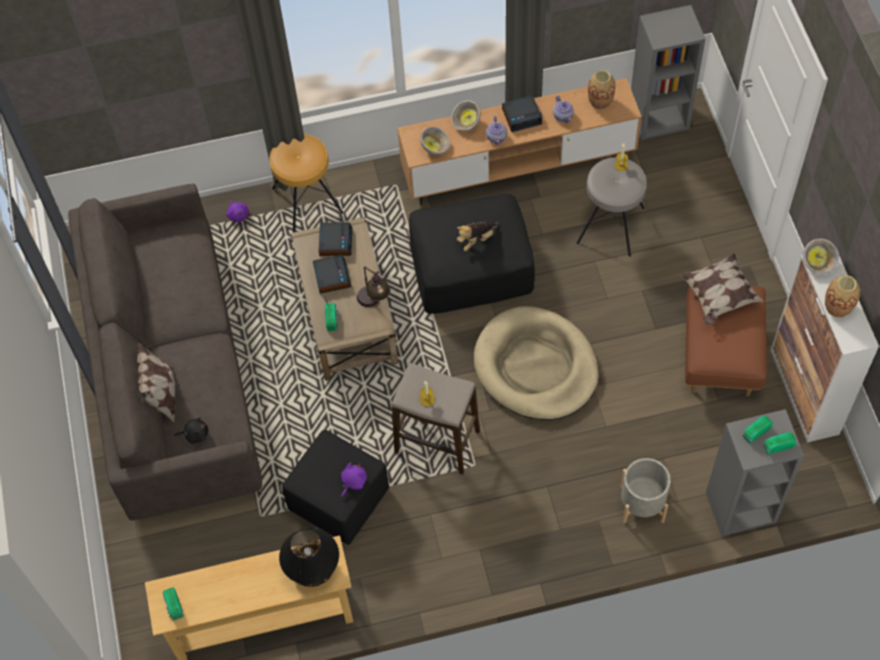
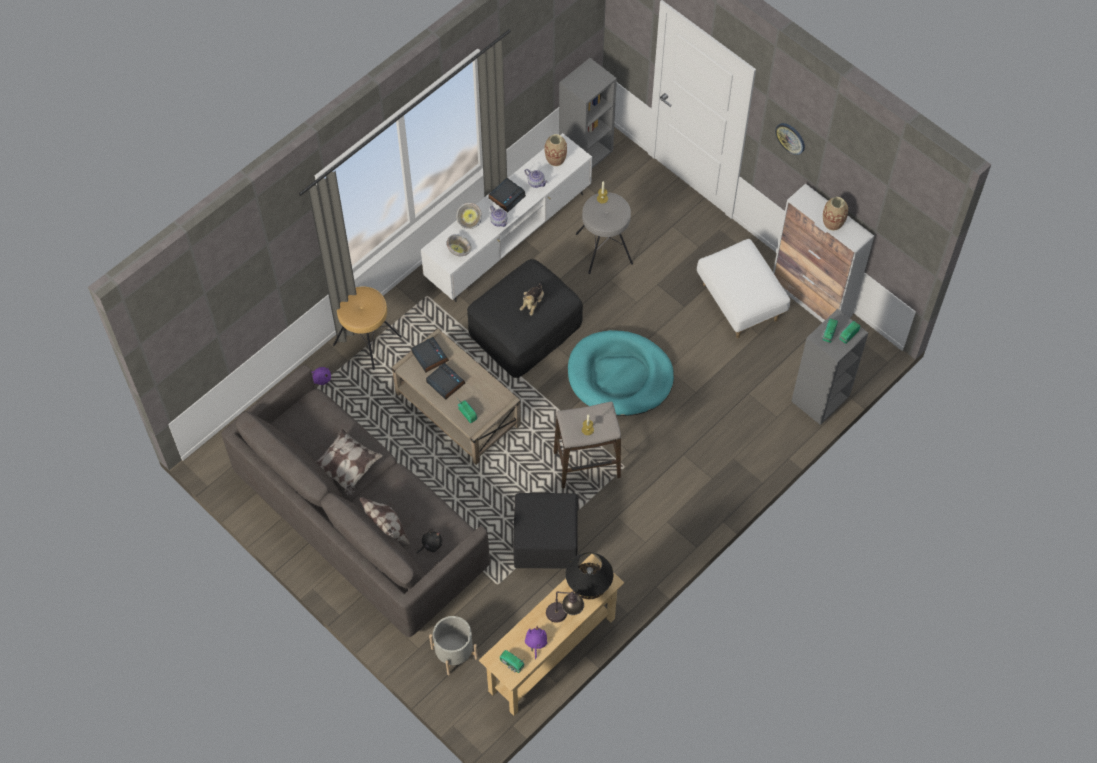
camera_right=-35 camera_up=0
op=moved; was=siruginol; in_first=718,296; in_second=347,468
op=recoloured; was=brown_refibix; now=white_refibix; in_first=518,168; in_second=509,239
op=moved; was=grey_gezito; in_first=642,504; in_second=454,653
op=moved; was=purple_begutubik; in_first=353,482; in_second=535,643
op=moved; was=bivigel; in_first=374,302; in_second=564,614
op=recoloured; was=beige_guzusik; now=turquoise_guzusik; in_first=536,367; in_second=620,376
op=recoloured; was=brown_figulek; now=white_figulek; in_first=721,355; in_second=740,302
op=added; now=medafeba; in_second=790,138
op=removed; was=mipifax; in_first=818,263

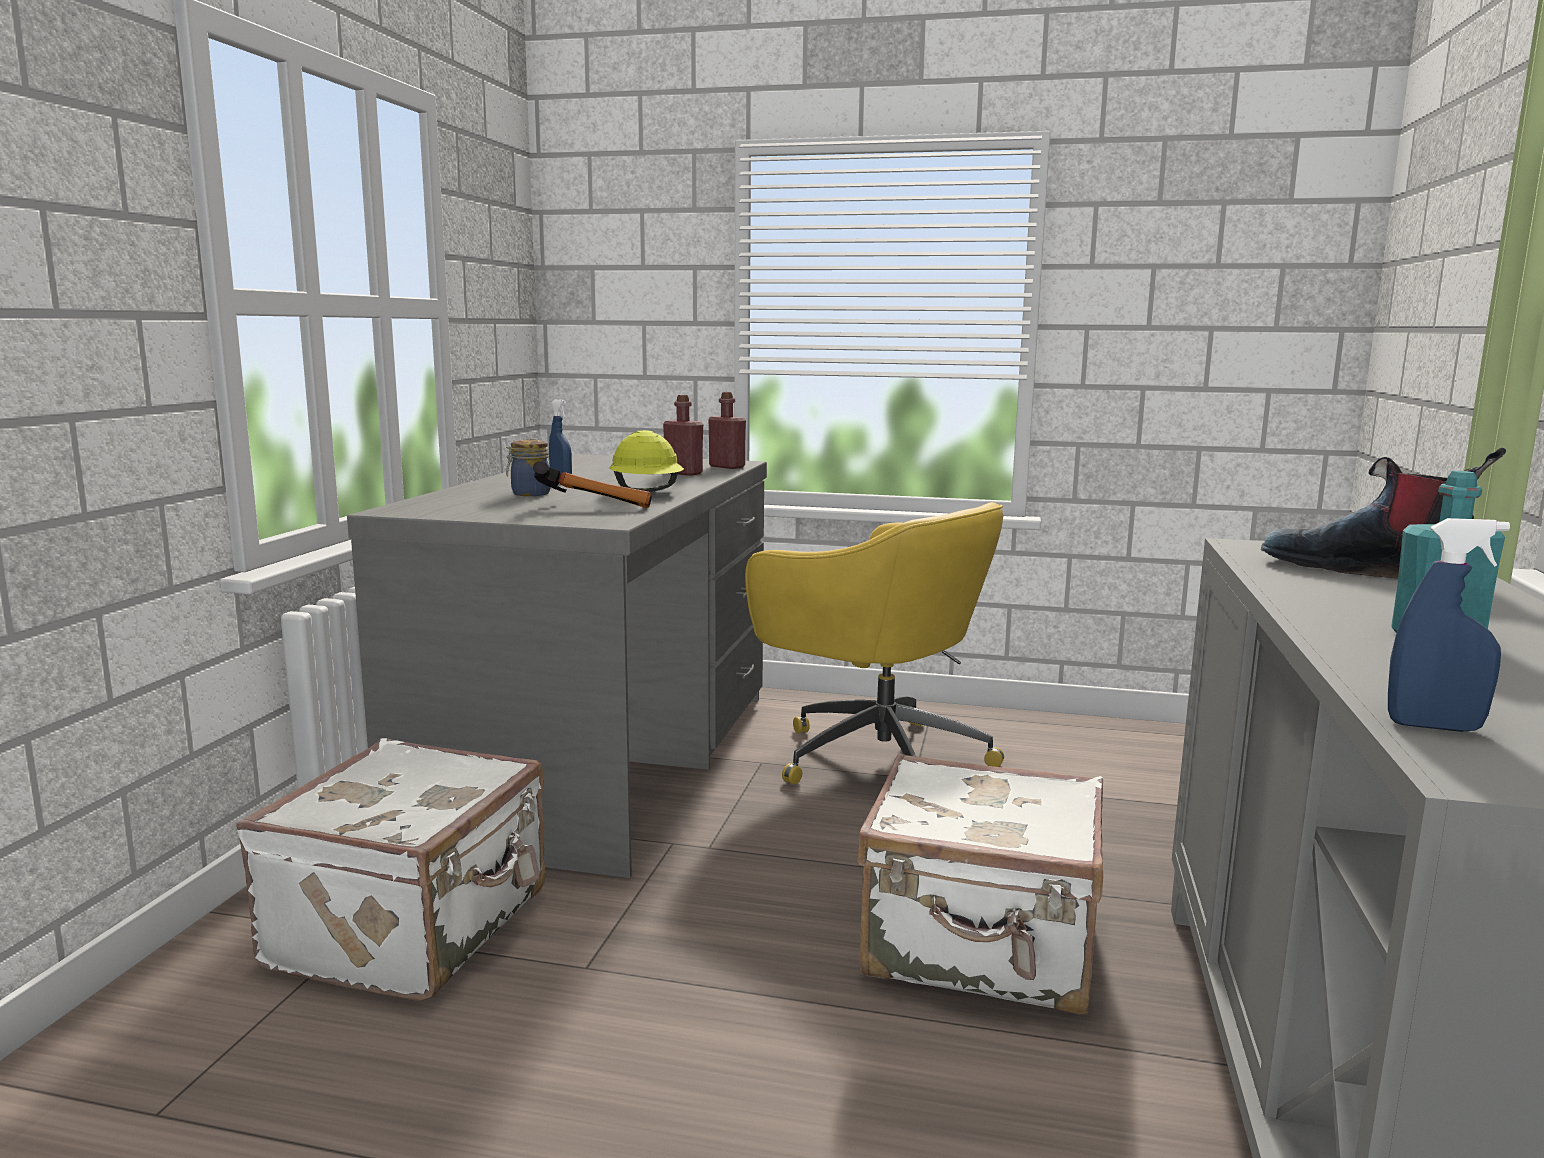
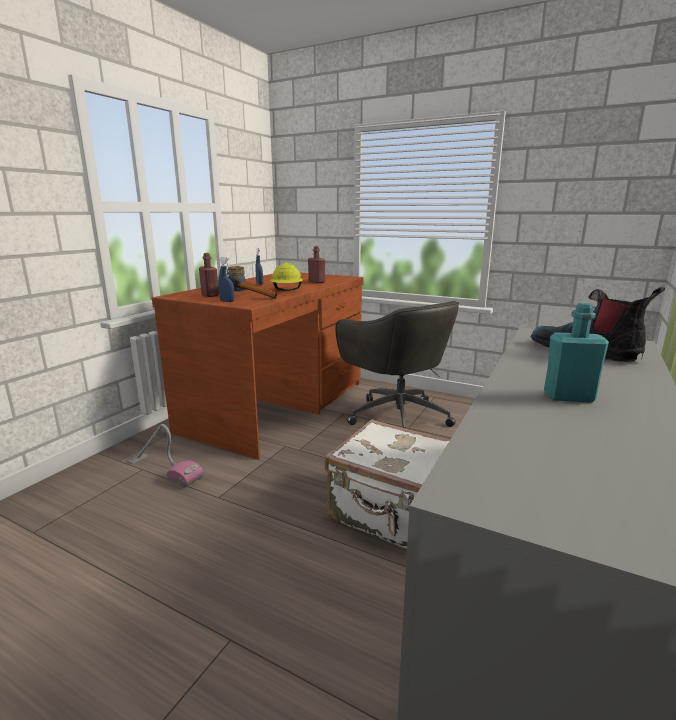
camera_right=15 camera_up=5
op=replaced; was=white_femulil; now=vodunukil; in_first=415,929; in_second=164,470
op=recoloured; was=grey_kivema; now=brown_kivema; in_first=603,761; in_second=277,406
op=moved; was=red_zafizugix; in_first=727,467; in_second=210,295
op=moved; was=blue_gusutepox; in_first=1434,726; in_second=227,301
op=recoloured; was=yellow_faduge; now=grey_faduge; in_first=876,757; in_second=396,416

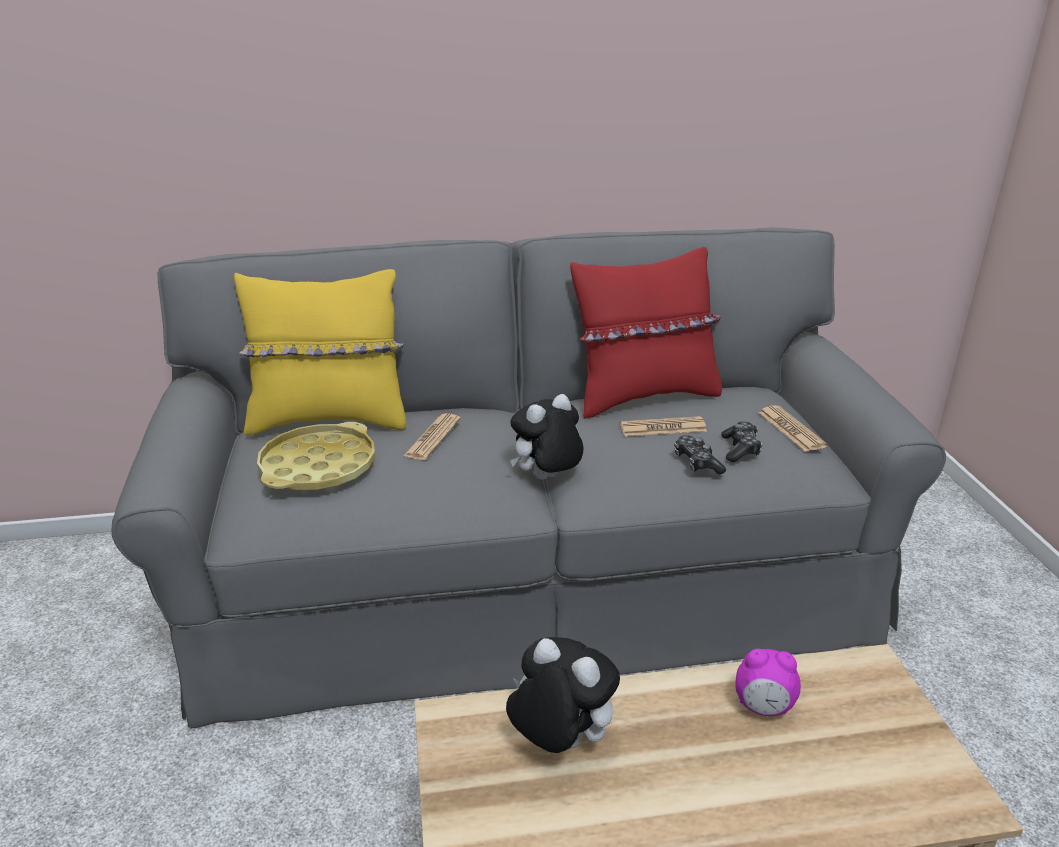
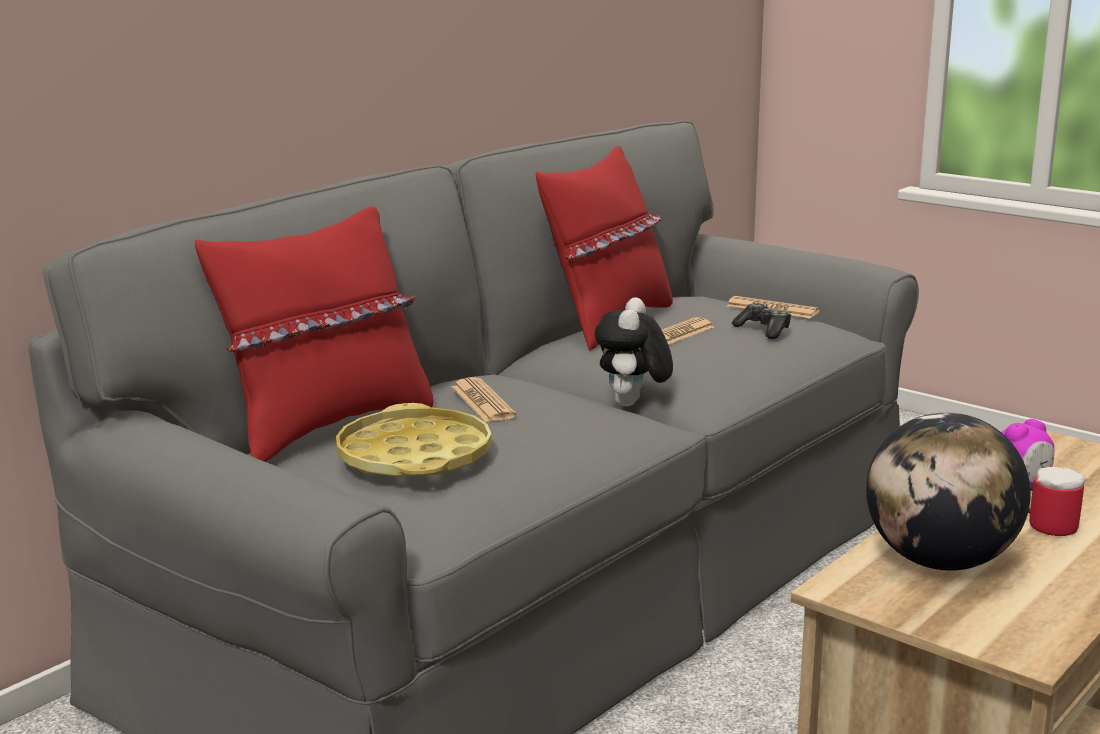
camera_right=-40 camera_up=-10
op=recoloured; was=yellow_siruginol; now=red_siruginol; in_first=329,420; in_second=328,427
op=replaced; was=begutubik; now=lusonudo; in_first=559,742; in_second=940,561
op=added; now=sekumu; in_second=1046,525
op=removed; was=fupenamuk; in_first=697,463

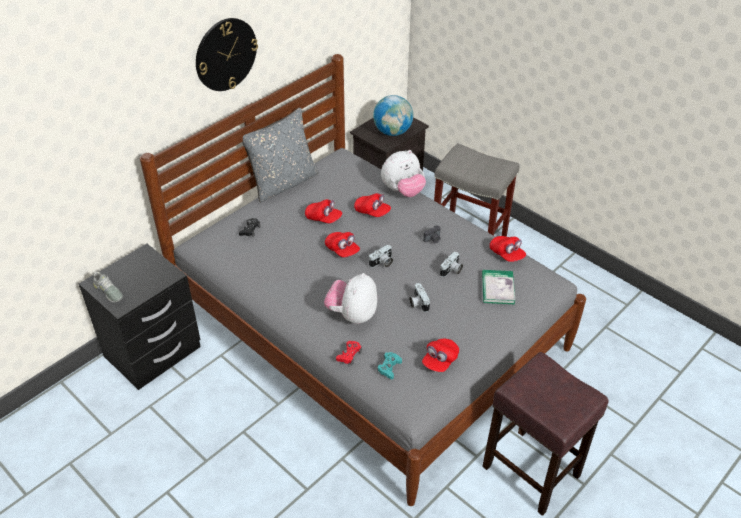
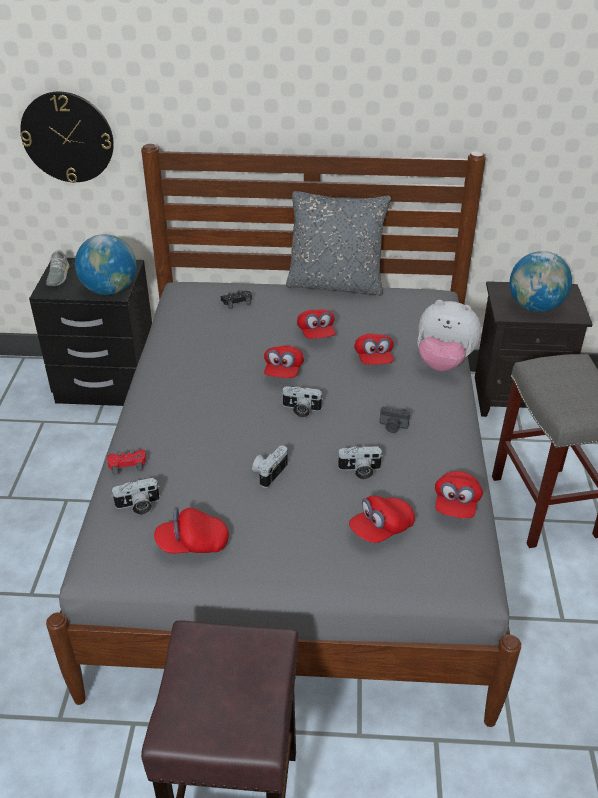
camera_right=50 camera_up=-5
op=moved; was=medafeba; in_first=225,54; in_second=67,137
op=added; now=lusonudo; in_second=110,290
op=replaced; was=turquoise_fupenamuk; now=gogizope; in_first=389,367; in_second=138,506
op=replaced; was=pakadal; now=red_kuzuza; in_first=497,288; in_second=381,529
op=removed; was=begutubik; in_first=352,314

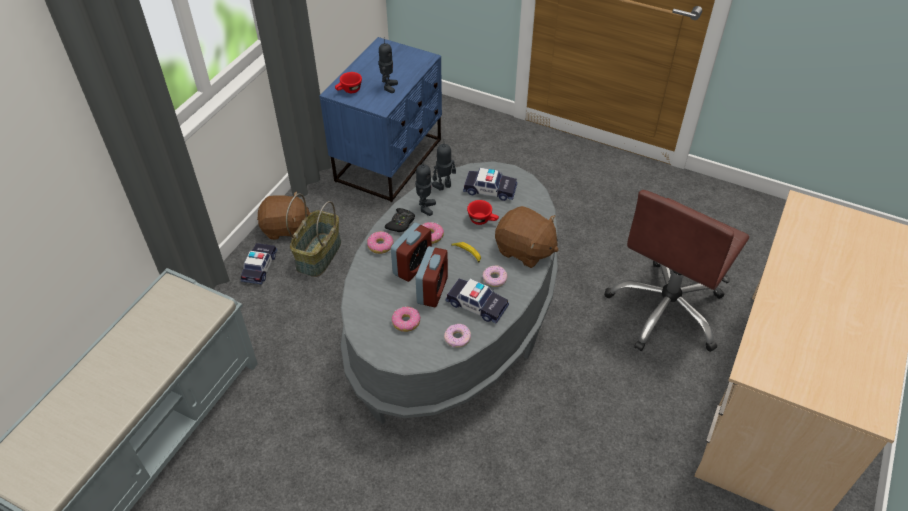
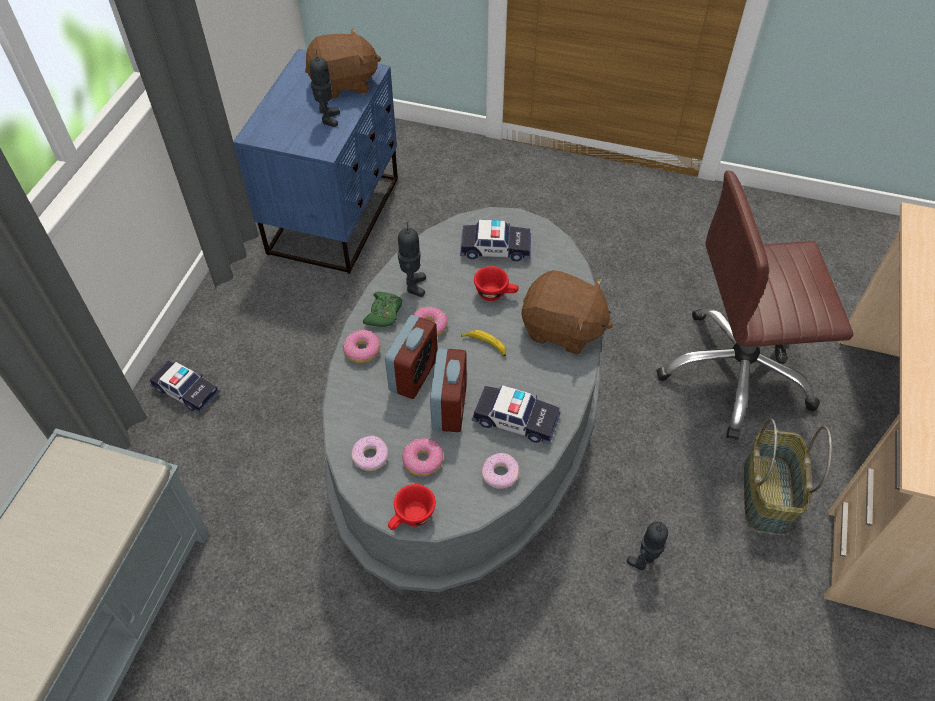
camera_right=-10 camera_up=5
op=turned; was=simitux; in_first=259,267; in_second=186,391; clockwise=120
op=moved; was=brown_begutubik; in_first=286,228; in_second=344,84
op=moved; was=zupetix; in_first=494,279; in_second=370,457
op=recoloured; was=black_fupenamuk; now=green_fupenamuk; in_first=401,223; in_second=384,313
op=moved; was=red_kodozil; in_first=349,91; in_second=411,518
op=moved; was=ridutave; in_first=444,186; in_second=644,561
op=turned; was=brown_faduge; in_first=666,310; in_second=736,373; clockwise=60
op=moved; was=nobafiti; in_first=318,254; in_second=766,493

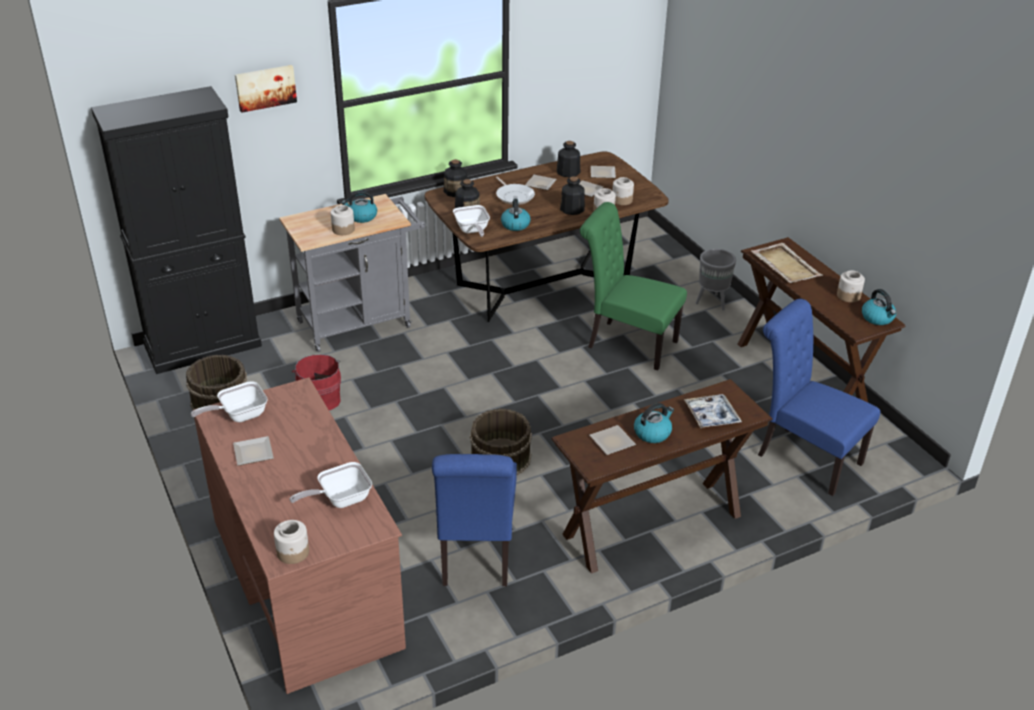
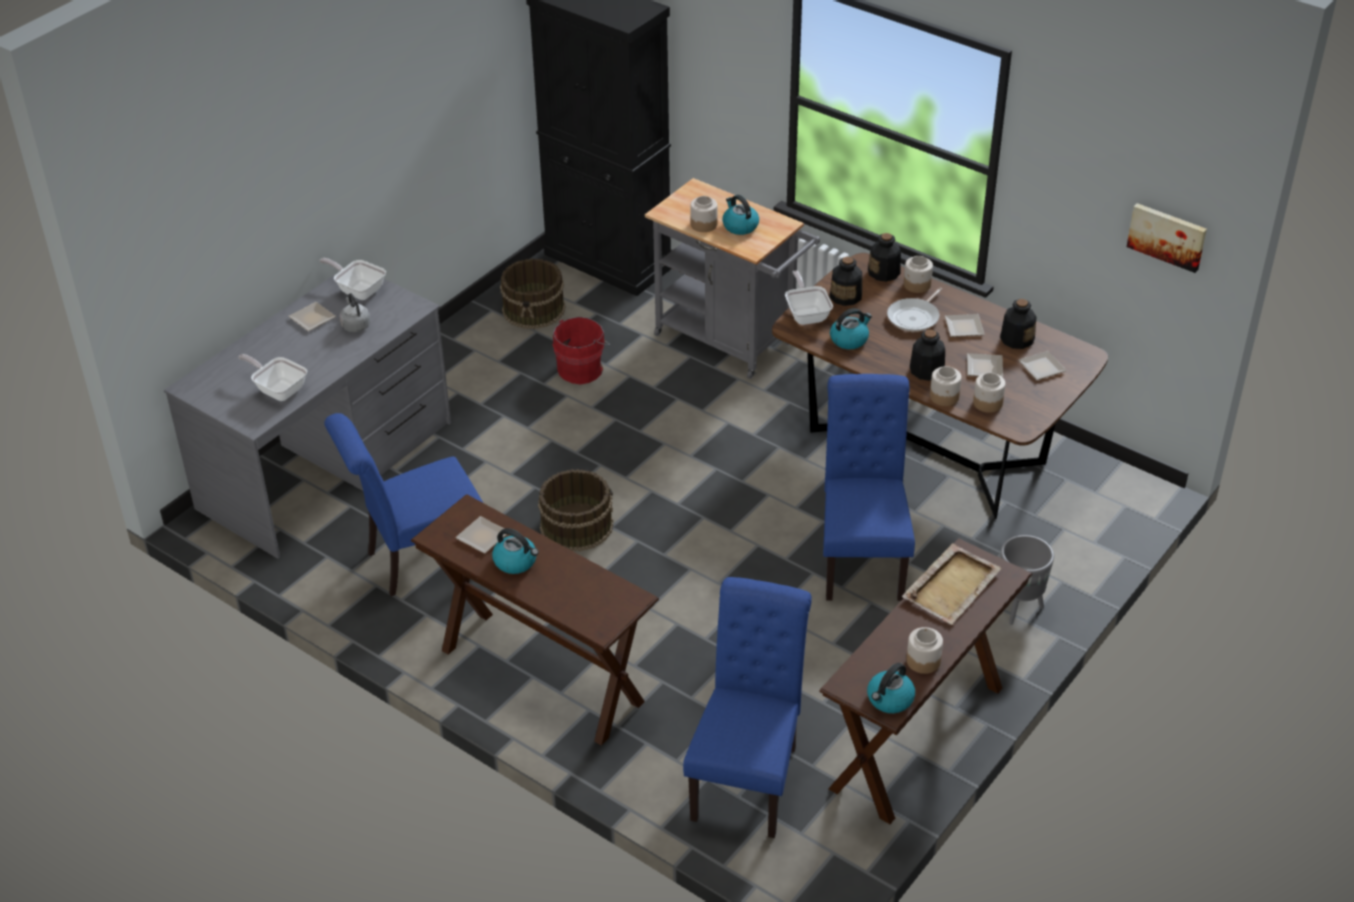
camera_right=65 camera_up=5
op=recoloured; was=brown_kivema; now=grey_kivema; in_first=306,580; in_second=327,465
op=added; now=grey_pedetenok; in_second=355,325
op=turned; was=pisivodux; in_first=472,231; in_second=807,314; clockwise=120
op=recoloured; was=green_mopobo; now=blue_mopobo; in_first=627,343; in_second=861,557
op=moved; was=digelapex; in_first=293,552; in_second=917,285
op=moved; was=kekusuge; in_first=265,87; in_second=1167,236
op=removed; was=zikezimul; in_first=711,416

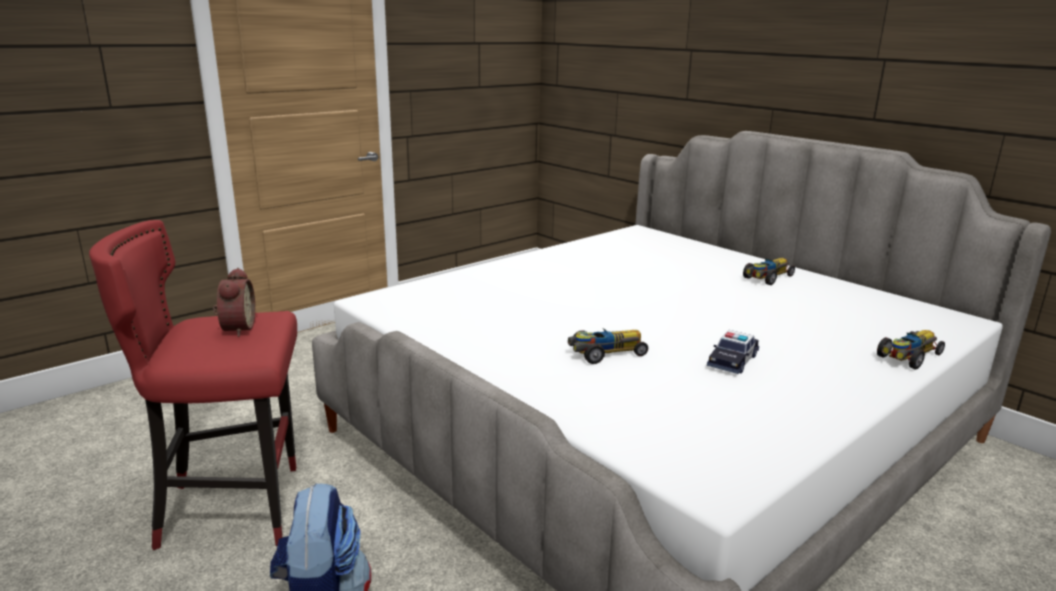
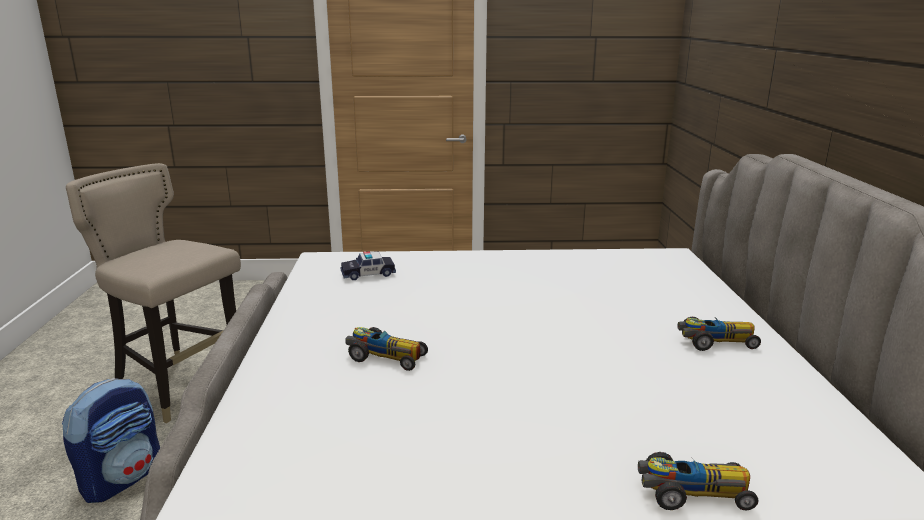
camera_right=40 camera_up=0
op=recoloured; was=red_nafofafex; now=beige_nafofafex; in_first=234,508; in_second=180,387
op=moved; was=simitux; in_first=733,361; in_second=368,274
op=removed; was=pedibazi; in_first=236,328

